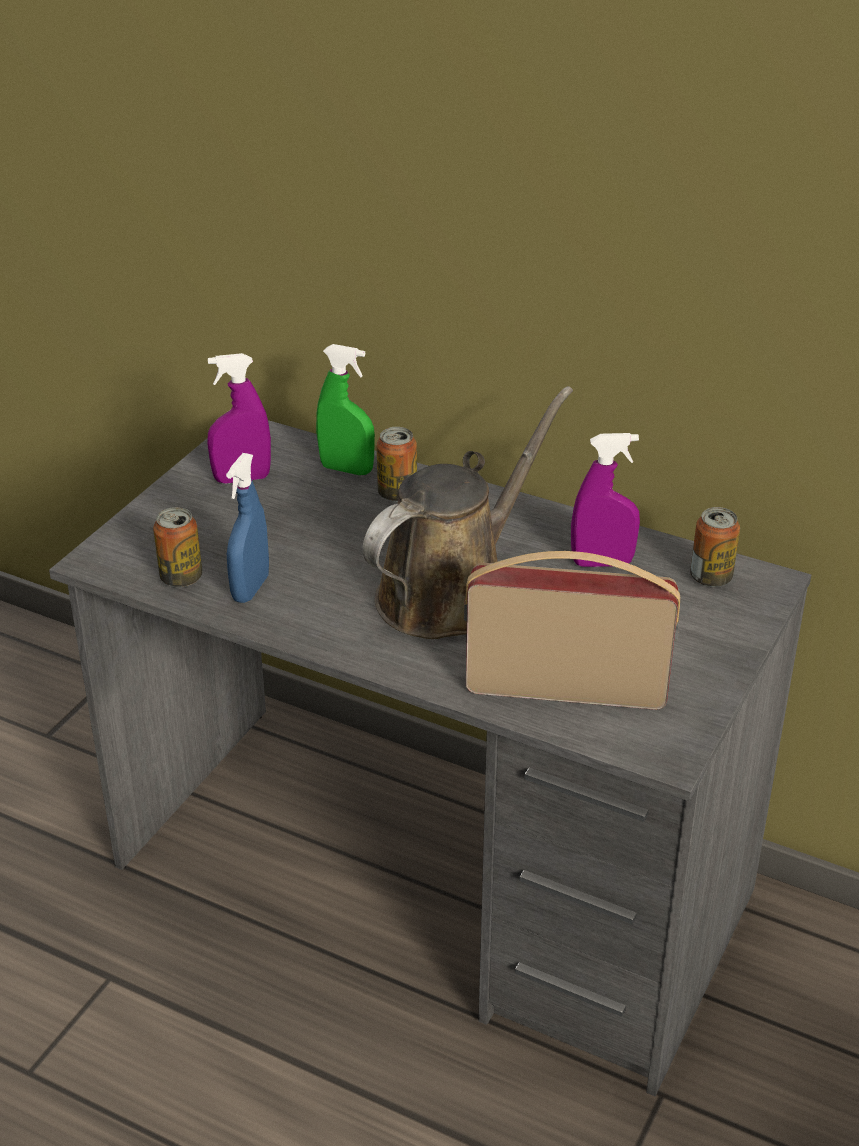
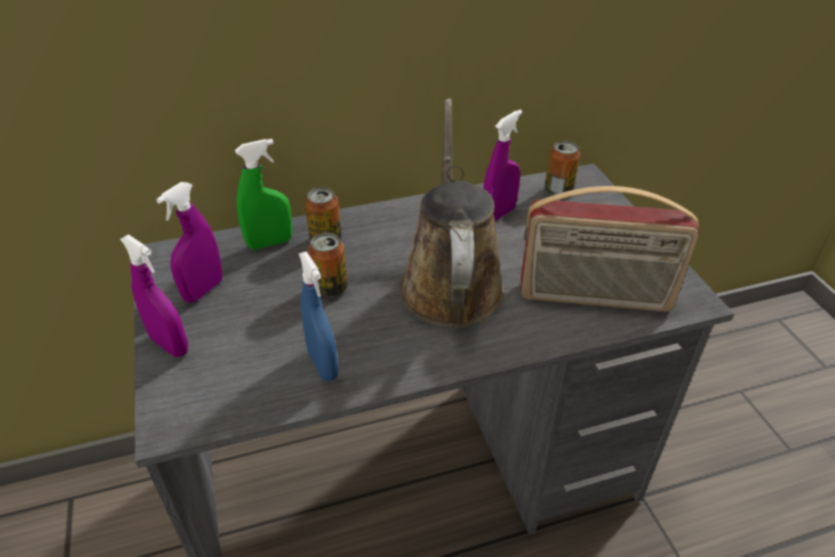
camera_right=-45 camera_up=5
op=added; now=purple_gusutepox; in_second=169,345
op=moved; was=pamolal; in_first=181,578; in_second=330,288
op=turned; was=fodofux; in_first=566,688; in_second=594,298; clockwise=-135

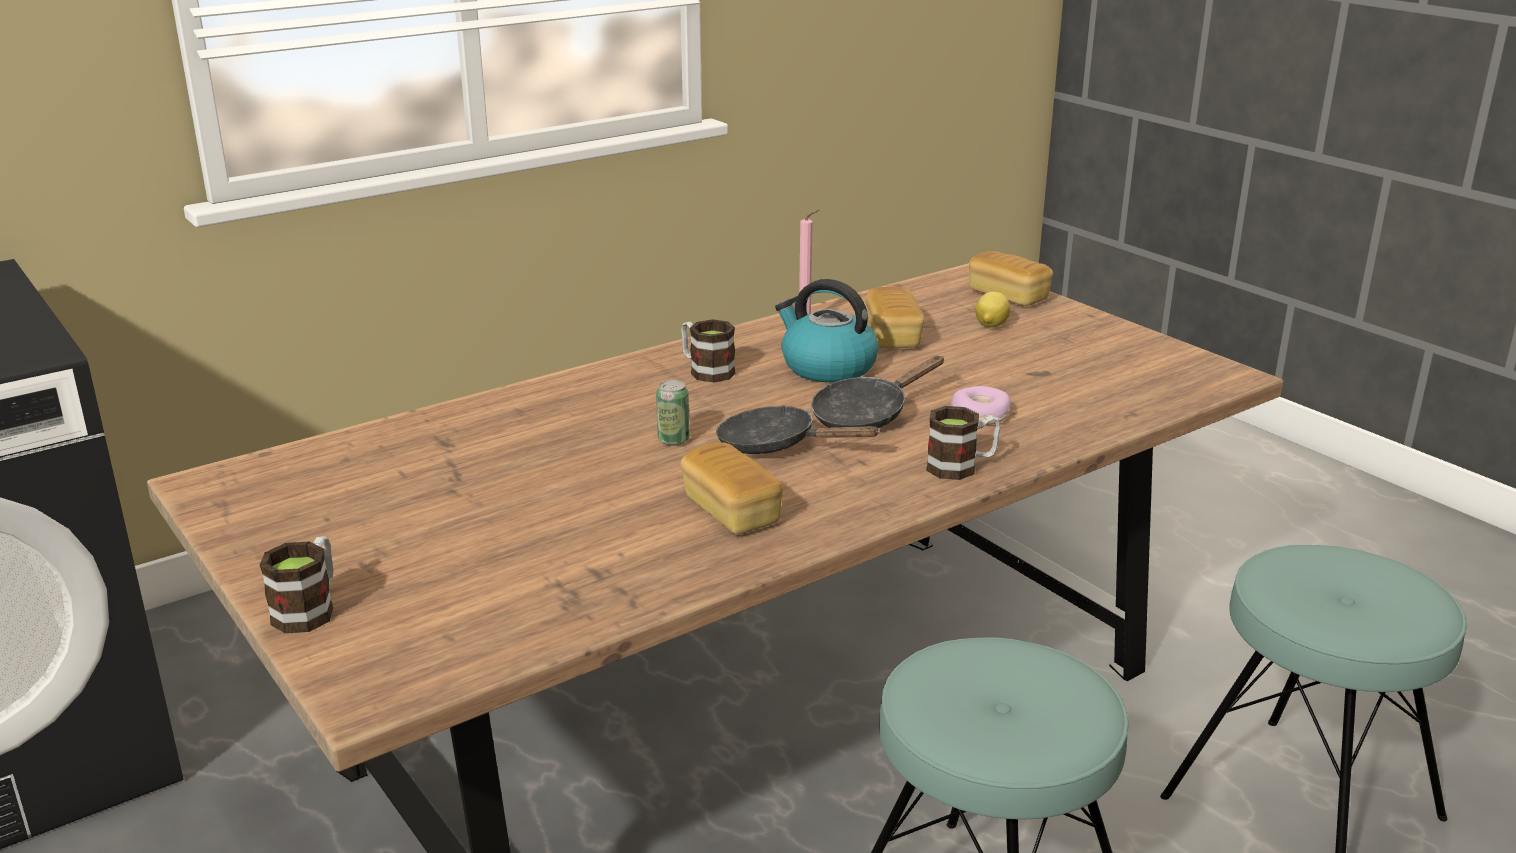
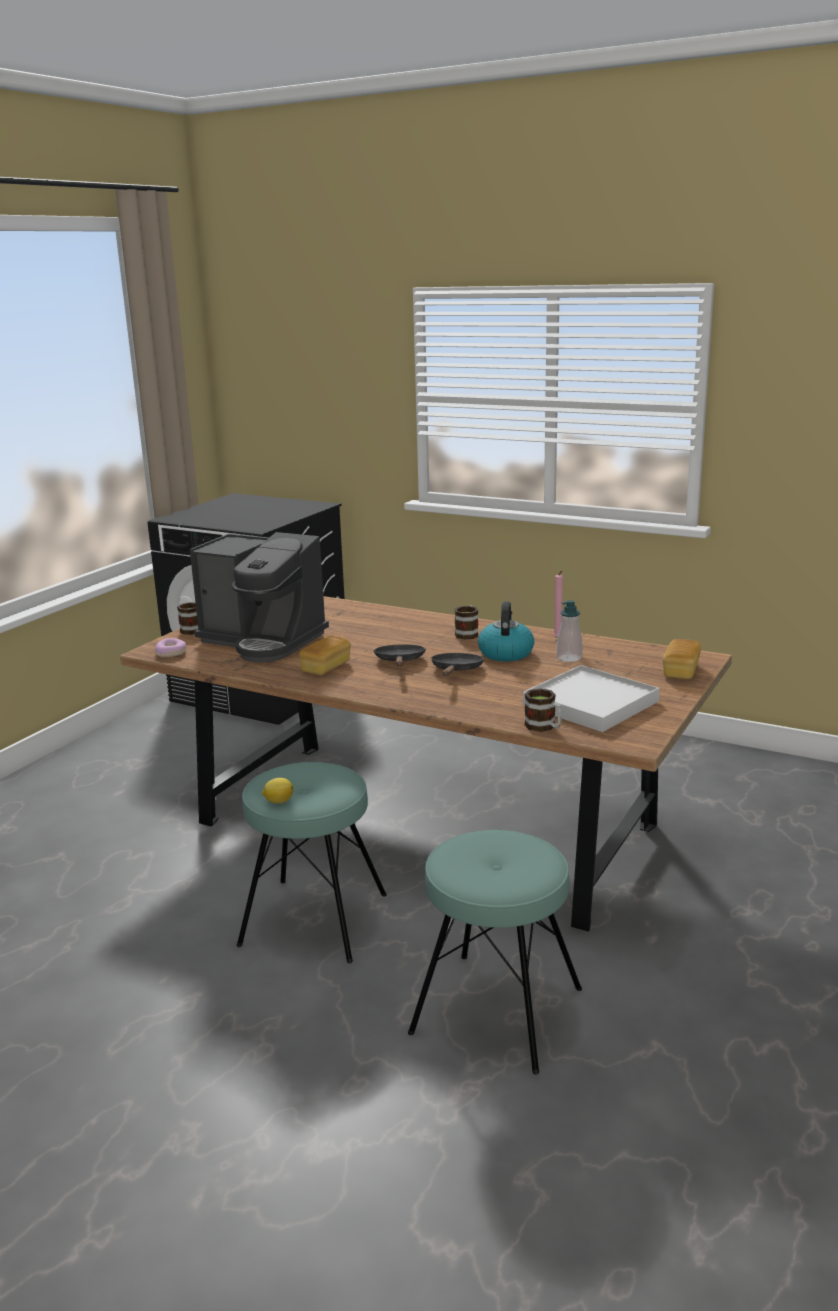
camera_right=65 camera_up=-5
op=moved; was=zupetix; in_first=980,414; in_second=171,653
op=added; now=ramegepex; in_second=263,641
op=moved; was=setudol; in_first=990,326; in_second=278,801
op=turned; was=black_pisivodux; in_first=866,415; in_second=456,671; clockwise=75
op=added; now=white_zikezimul; in_second=591,703
op=moved; was=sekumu; in_first=961,466; in_second=544,727
op=replaced; was=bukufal; now=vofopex; in_first=893,337; in_second=569,658
op=removed; was=pamolal; in_first=673,440

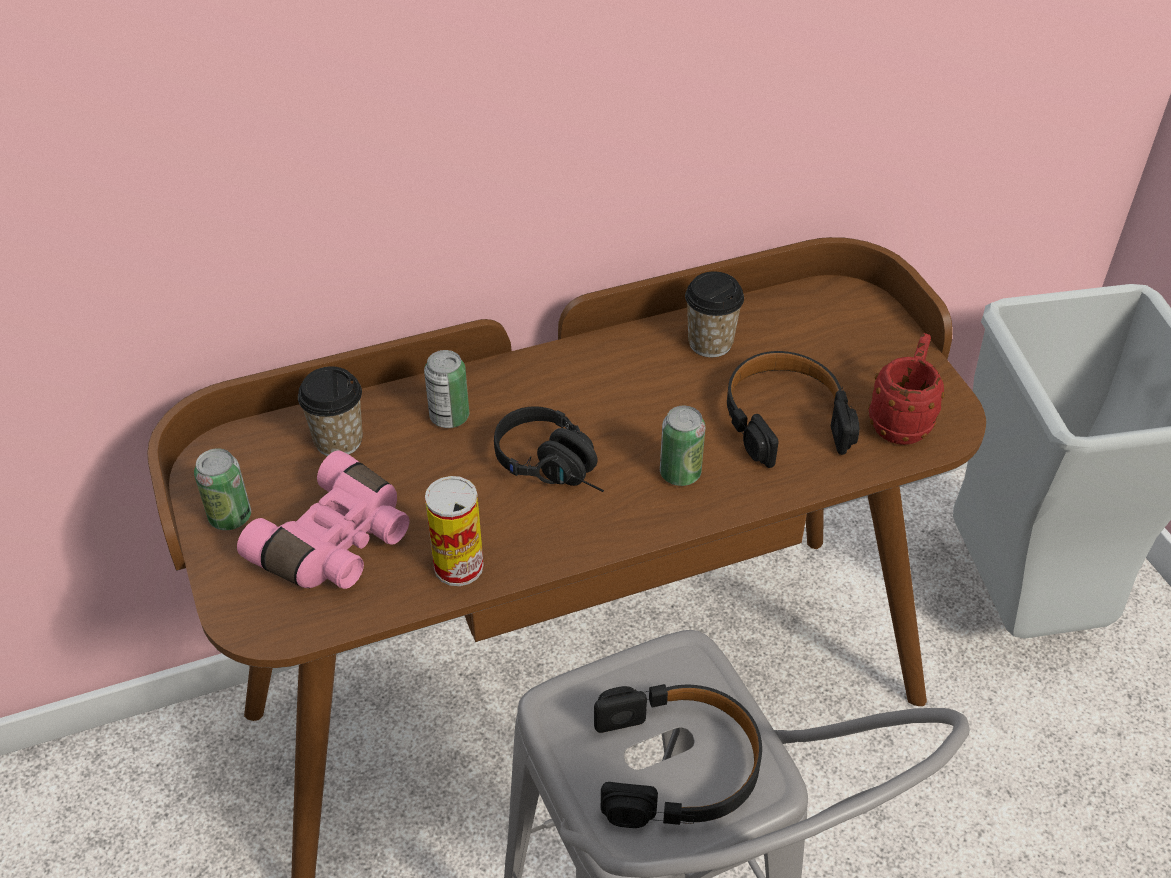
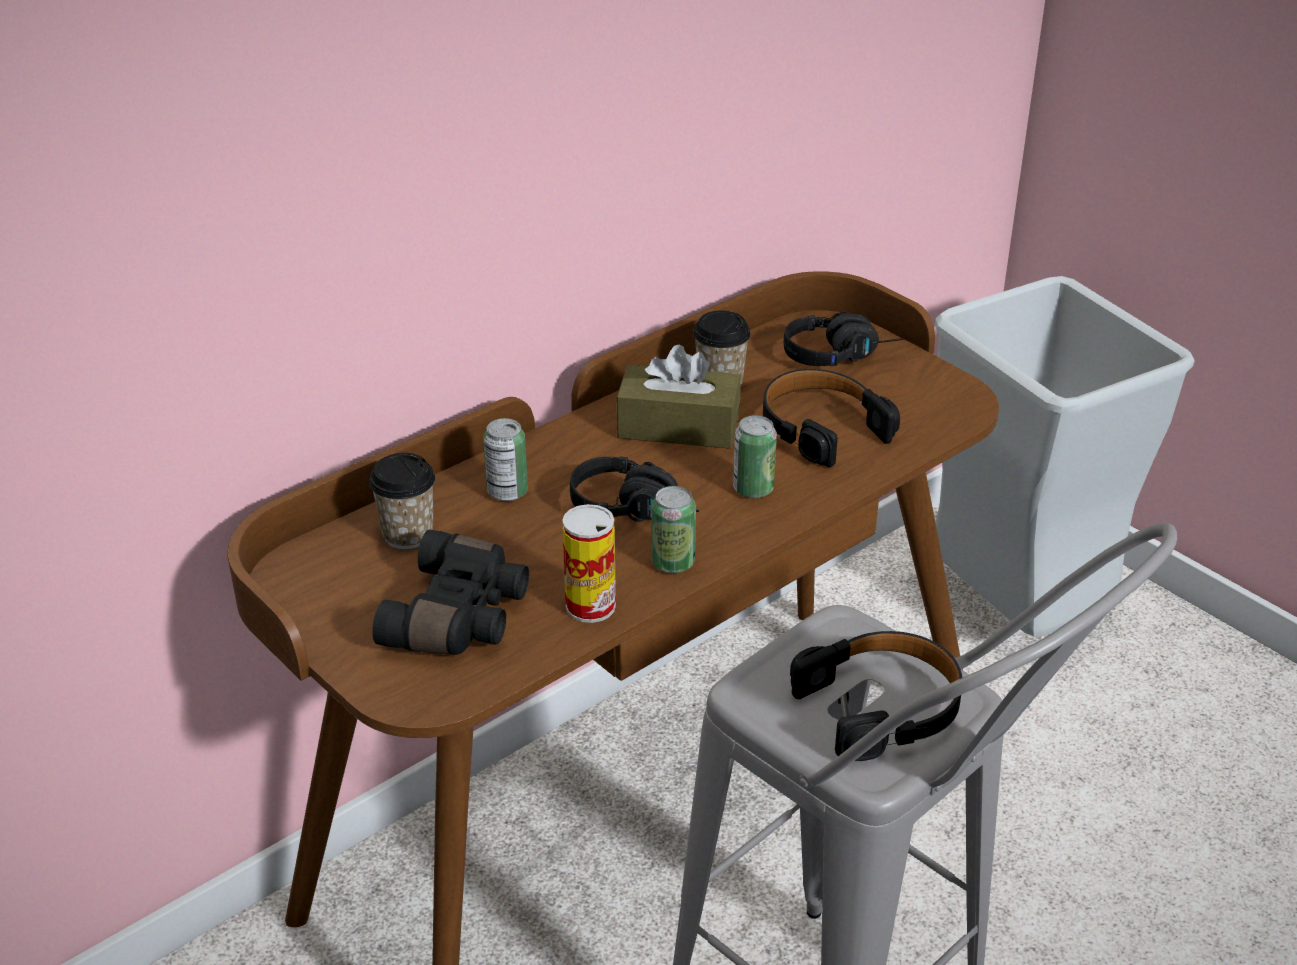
camera_right=-20 camera_up=-10
op=recoloured; was=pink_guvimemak; now=black_guvimemak; in_first=338,544; in_second=460,617
op=added; now=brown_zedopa; in_second=678,427
op=moved; was=pamolal; in_first=230,517; in_second=673,563
op=added; now=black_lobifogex; in_second=840,355
op=removed; was=red_sekumu; in_first=902,420

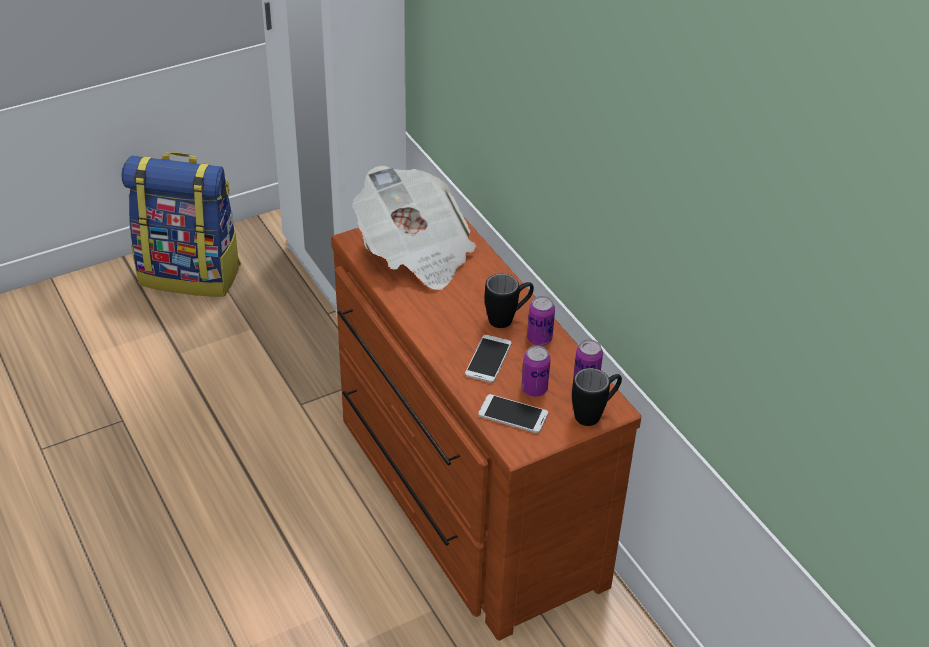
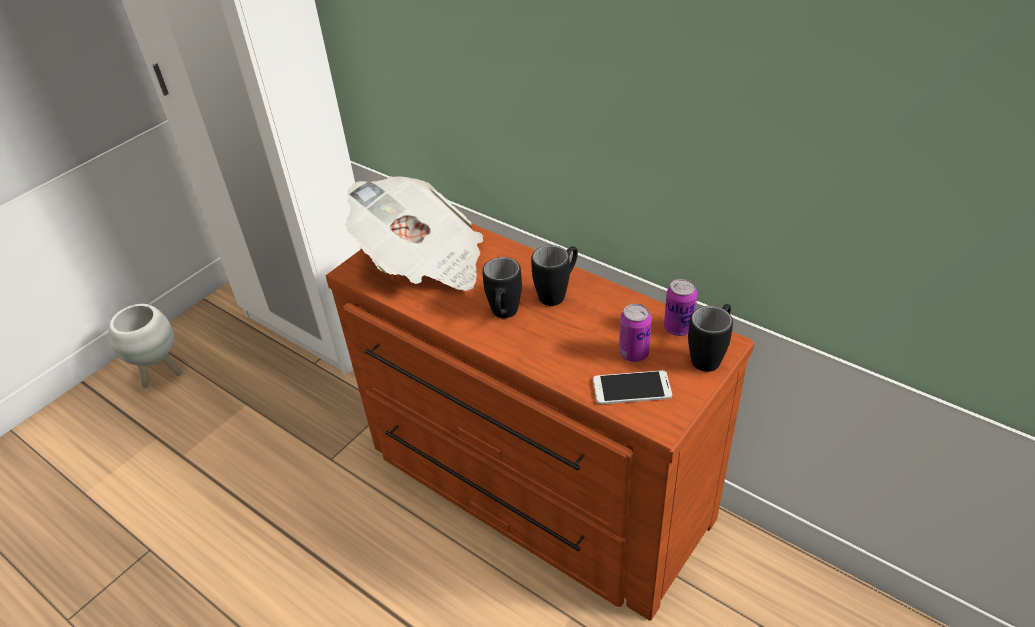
camera_right=-20 camera_up=0
op=replaced; was=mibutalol; now=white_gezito; in_first=191,274; in_second=161,374
op=added; now=black_sekumu; in_second=503,316
op=removed; was=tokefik; in_first=488,359
op=removed; was=pamolal; in_first=539,339

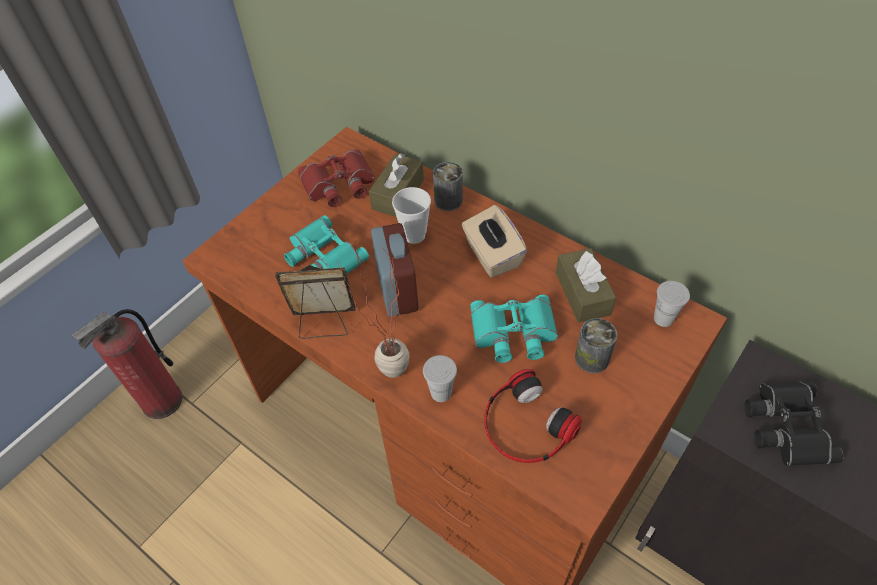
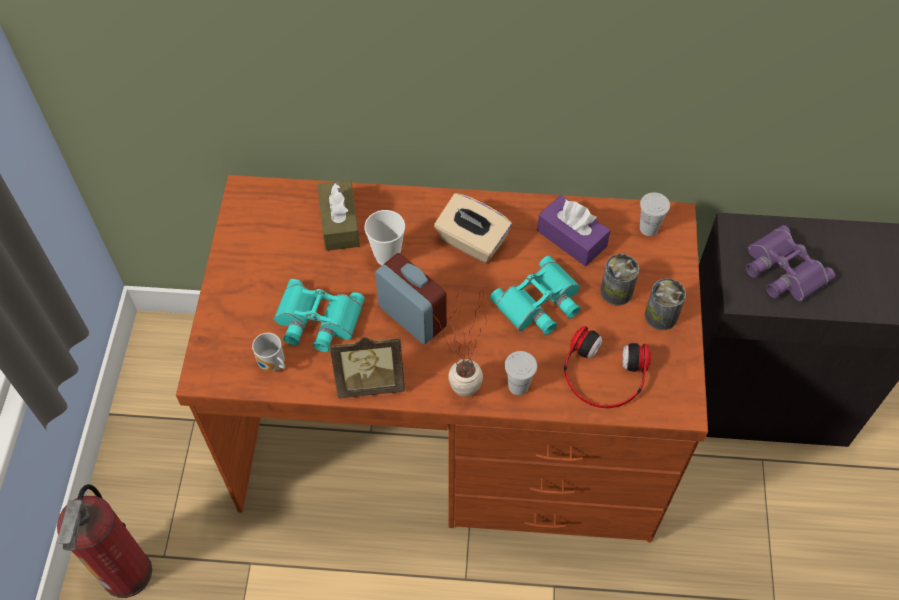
camera_right=-35 camera_up=5
op=added; now=sekumu; in_second=272,365
op=turned; was=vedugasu; in_first=324,324; in_second=370,382; clockwise=-150
op=recoloured; was=brown_zedopa; now=purple_zedopa; in_first=582,293; in_second=571,238
op=moved; was=pamolal; in_first=448,200; in_second=661,316
op=recoloured; was=black_guvimemak; now=purple_guvimemak; in_first=785,426; in_second=781,270
op=removed; was=red_guvimemak; in_first=339,185

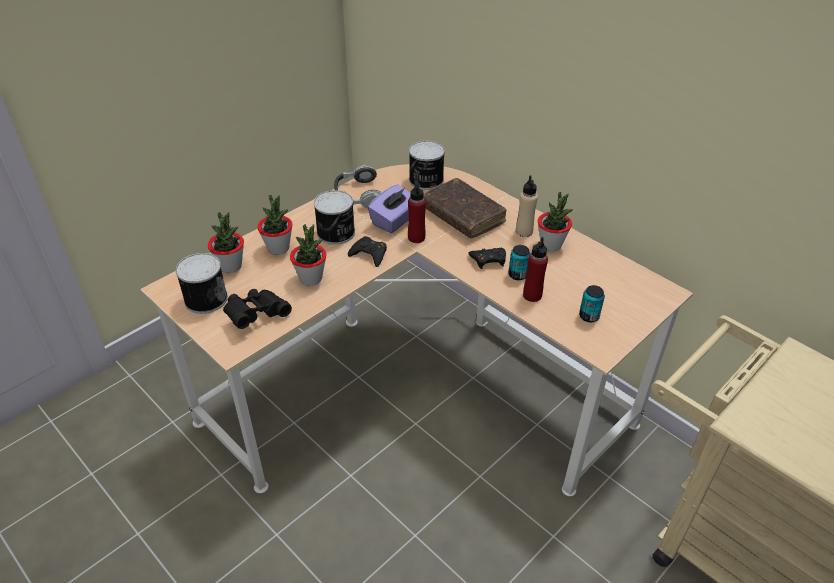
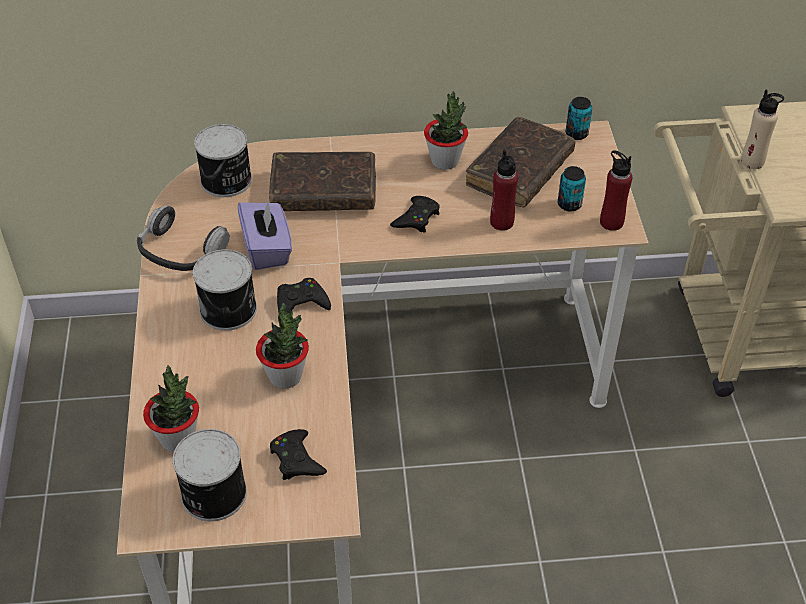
camera_right=-50 camera_up=5
op=replaced; was=black_guvimemak; now=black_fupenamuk; in_first=256,315; in_second=296,459
op=added; now=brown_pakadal; in_second=519,171
op=moved; was=pamolal; in_first=517,275; in_second=576,134
op=moved; was=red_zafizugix; in_first=416,237; in_second=611,222
op=moved; was=beige_zafizugix; in_first=524,232; in_second=752,161
op=removed; was=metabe; in_first=278,248

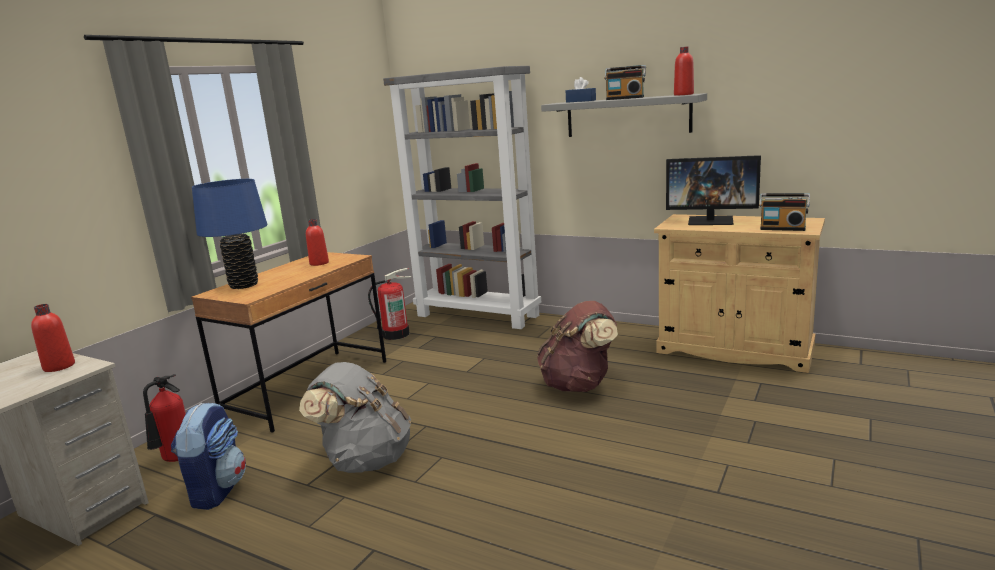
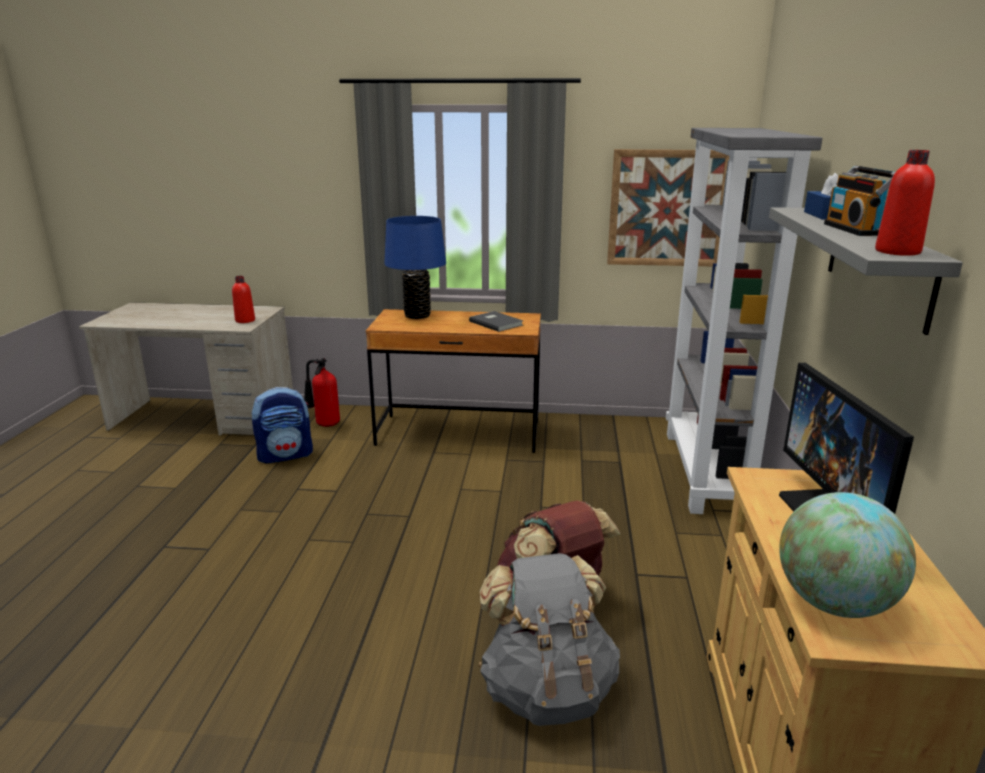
camera_right=65 camera_up=5
op=replaced; was=red_zafizugix; now=grey_pakadal; in_first=319,263; in_second=496,323
op=moved; was=grey_mibutalol; in_first=365,460; in_second=547,690
op=added; now=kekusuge; in_second=667,208
op=replaced; was=fodofux; now=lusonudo; in_first=782,228; in_second=834,603
op=removed; was=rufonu; in_first=396,334

